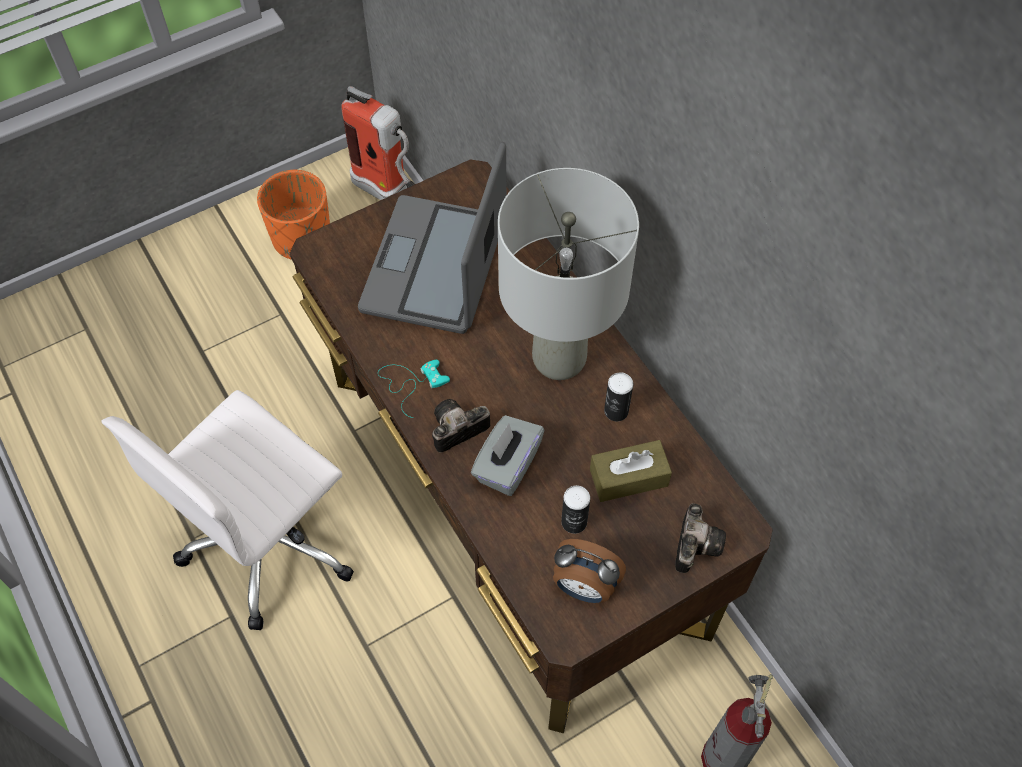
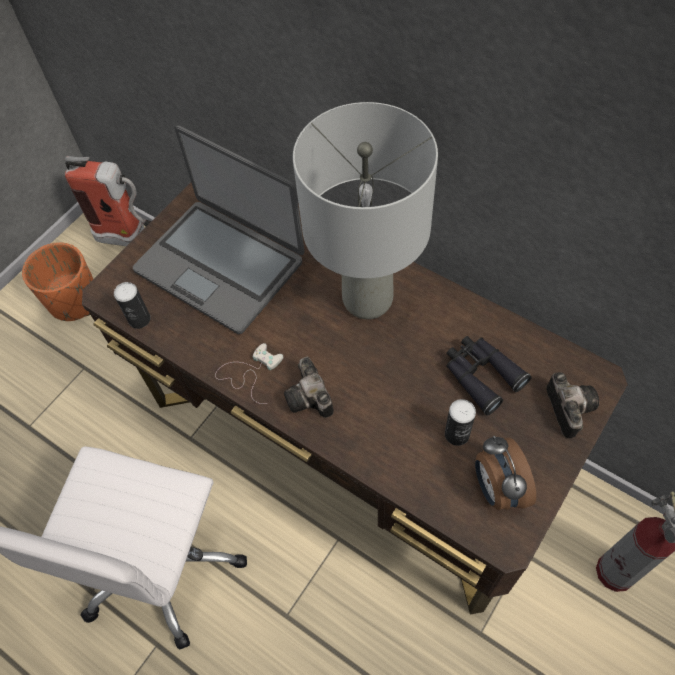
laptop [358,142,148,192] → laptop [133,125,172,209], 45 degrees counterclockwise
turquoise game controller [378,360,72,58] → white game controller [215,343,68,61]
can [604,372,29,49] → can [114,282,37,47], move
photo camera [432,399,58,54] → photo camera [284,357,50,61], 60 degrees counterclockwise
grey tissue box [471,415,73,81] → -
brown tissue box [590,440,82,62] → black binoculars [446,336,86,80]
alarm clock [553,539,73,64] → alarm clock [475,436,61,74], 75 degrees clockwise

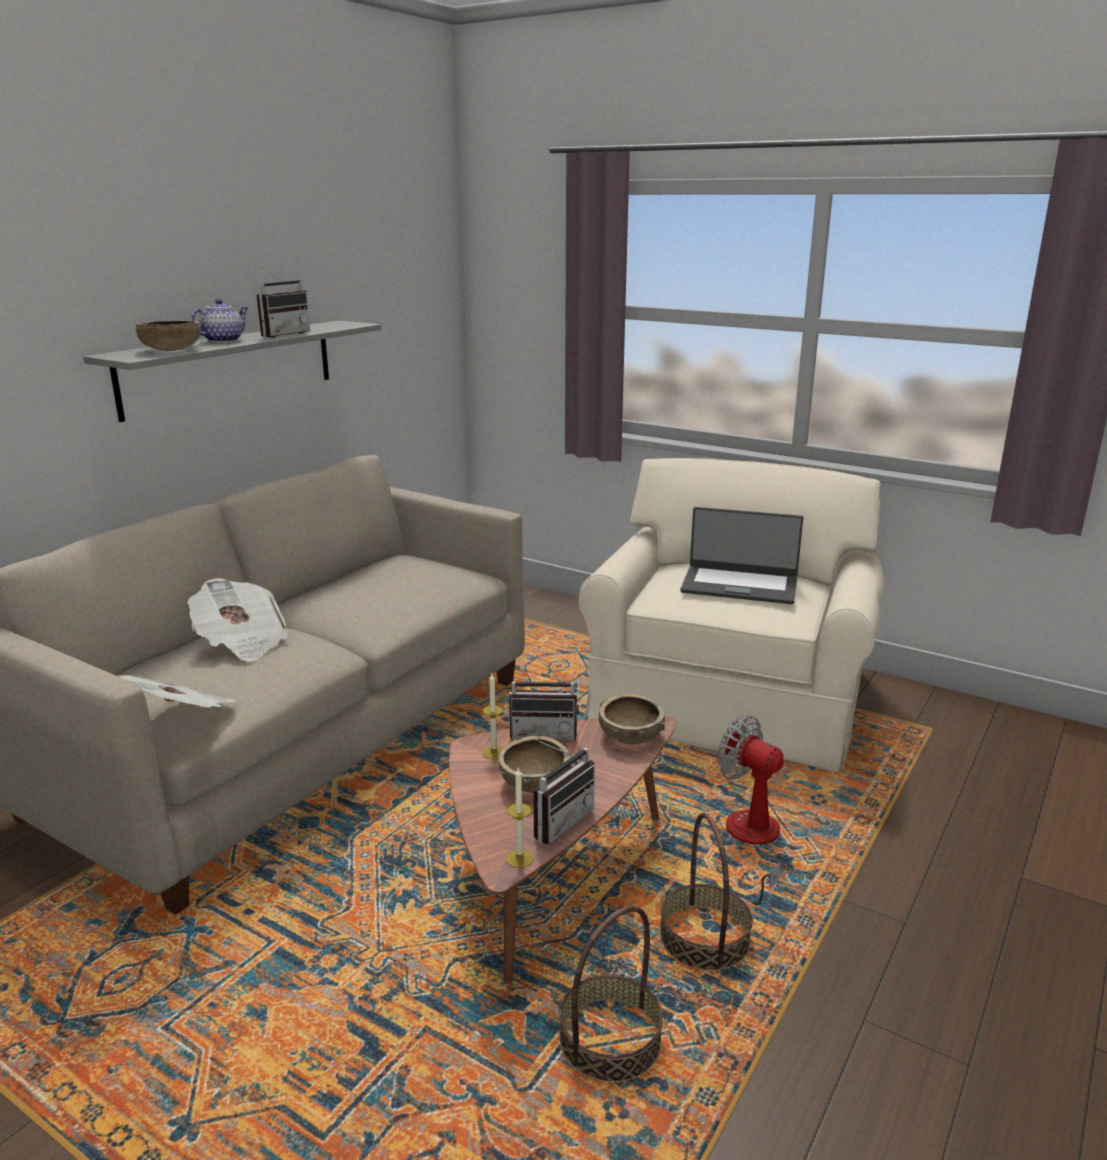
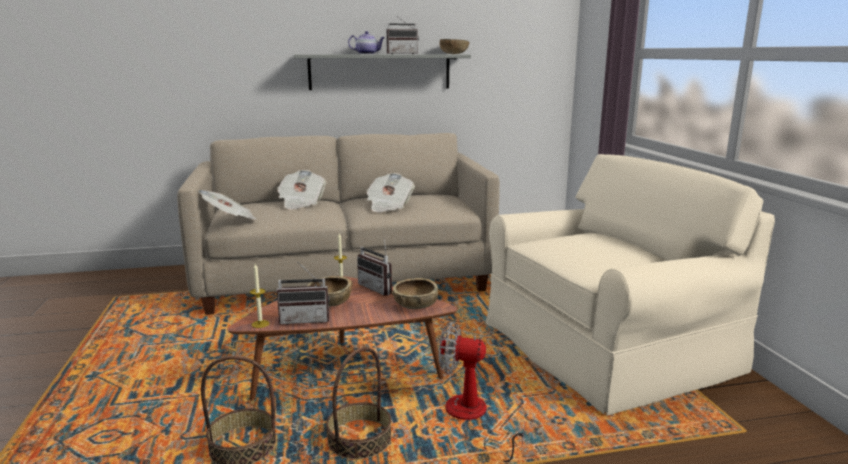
brown bowl [136,321,65,30] → brown bowl [439,39,31,15], move
laptop [680,507,123,97] → -
fan [717,715,72,190] → fan [439,321,86,141], 75 degrees counterclockwise
- → newspaper [366,173,49,39]

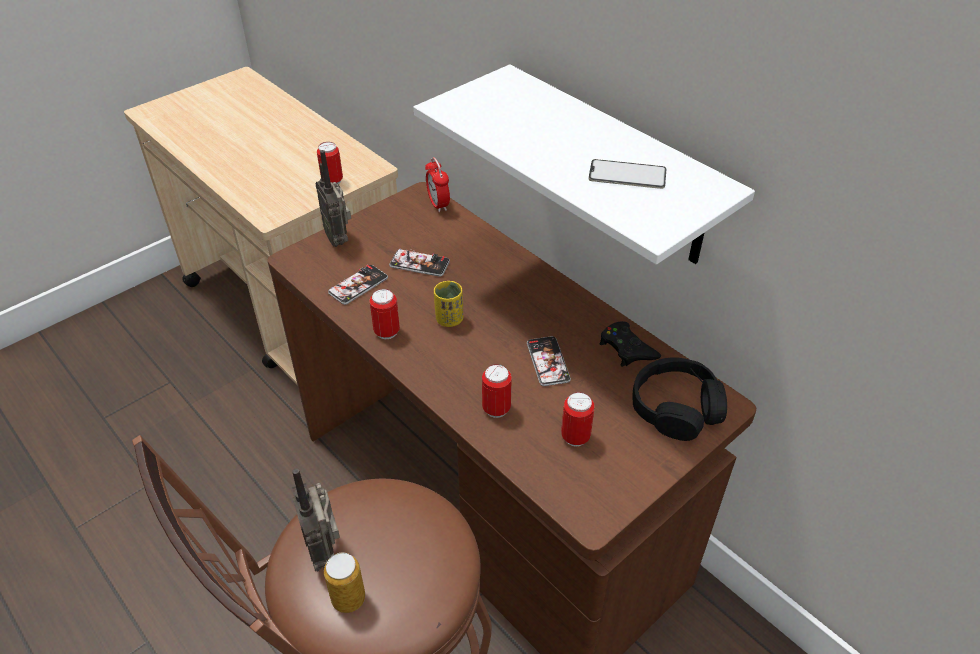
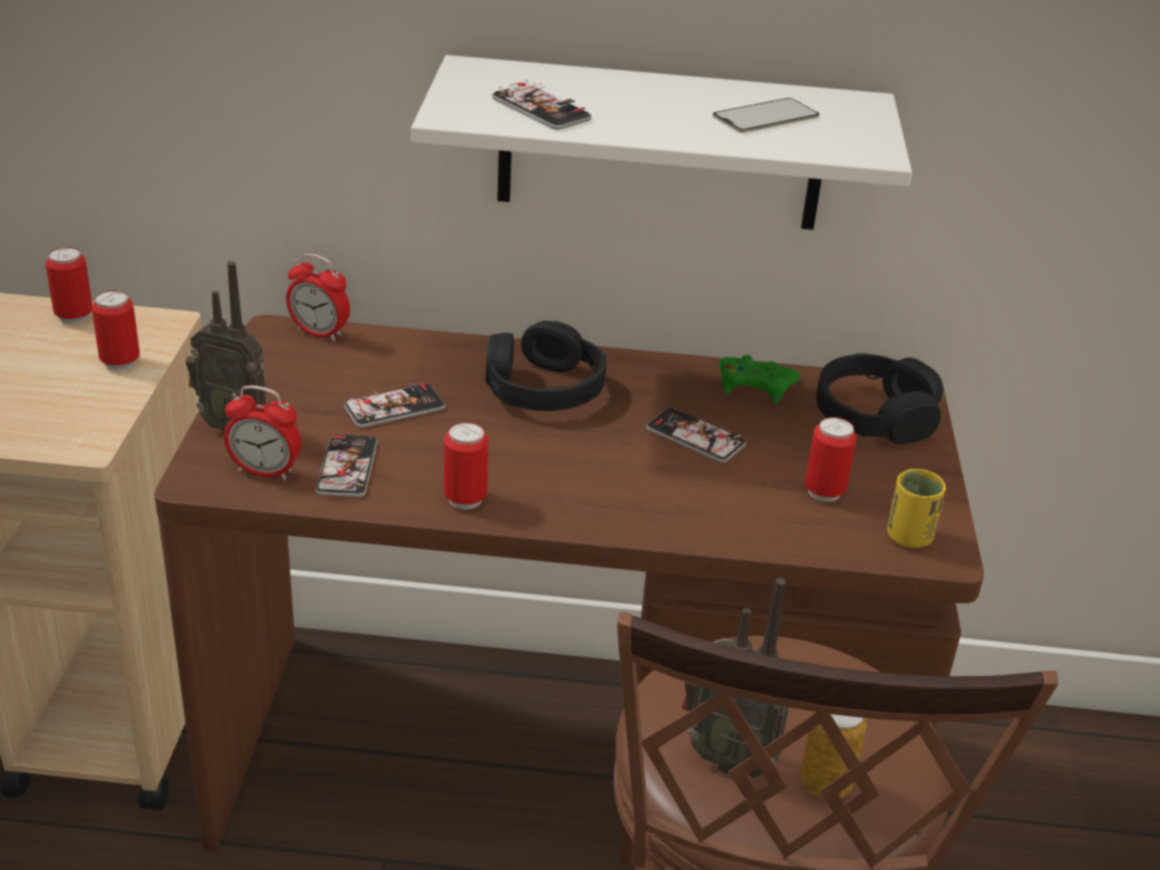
yellow cup [434,281,29,46] → yellow cup [887,469,59,79], move
black game controller [600,321,61,46] → green game controller [719,355,82,49]
can [482,364,30,54] → can [45,247,47,77], move
- → phone [492,80,100,50]
- → black headphones [486,321,120,90]
- → alarm clock [224,385,77,95]

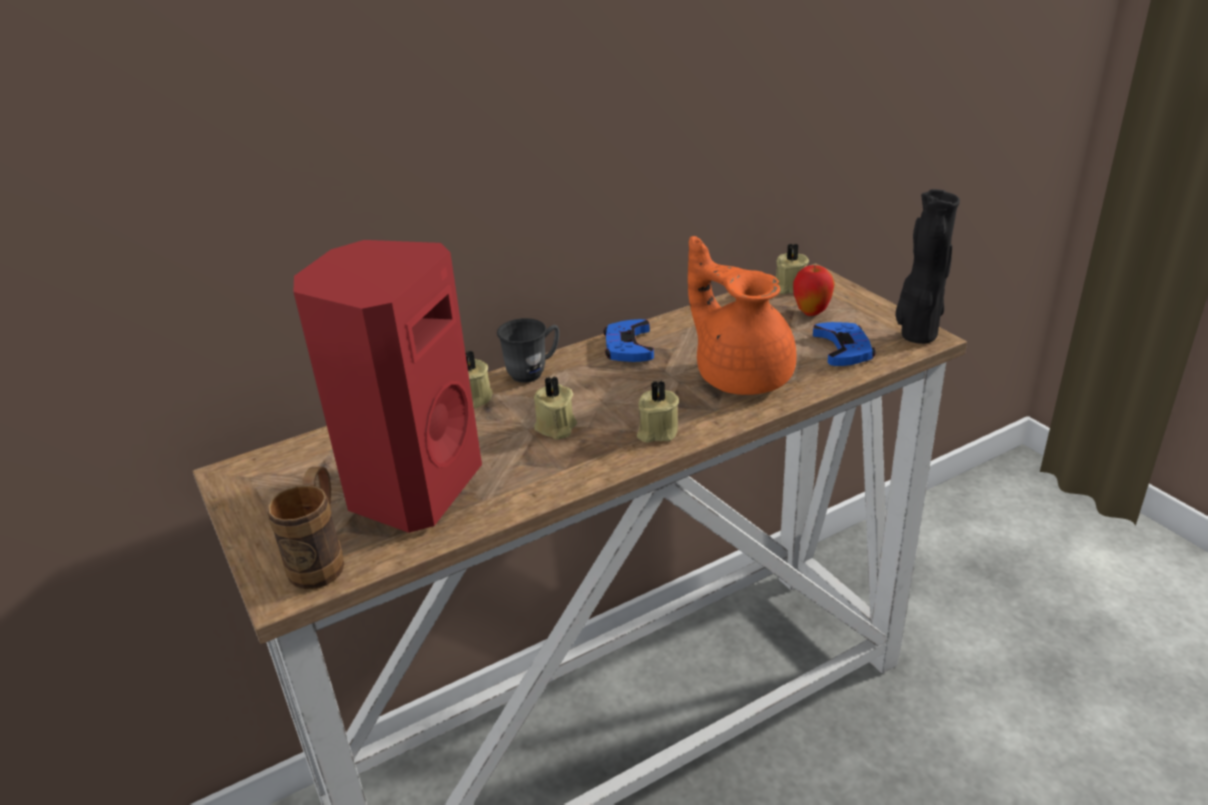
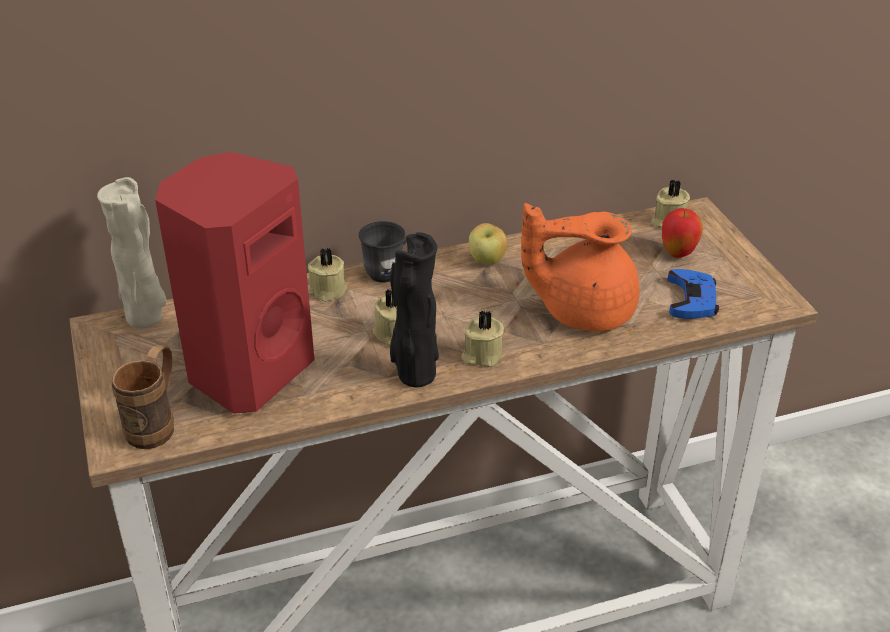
black vase [895,189,65,155] → black vase [390,232,49,155], move
orange teapot [688,236,108,159] → orange teapot [521,203,119,128], 60 degrees counterclockwise
blue game controller [603,319,51,43] → apple [469,223,38,42]
- → beige vase [97,177,70,151]

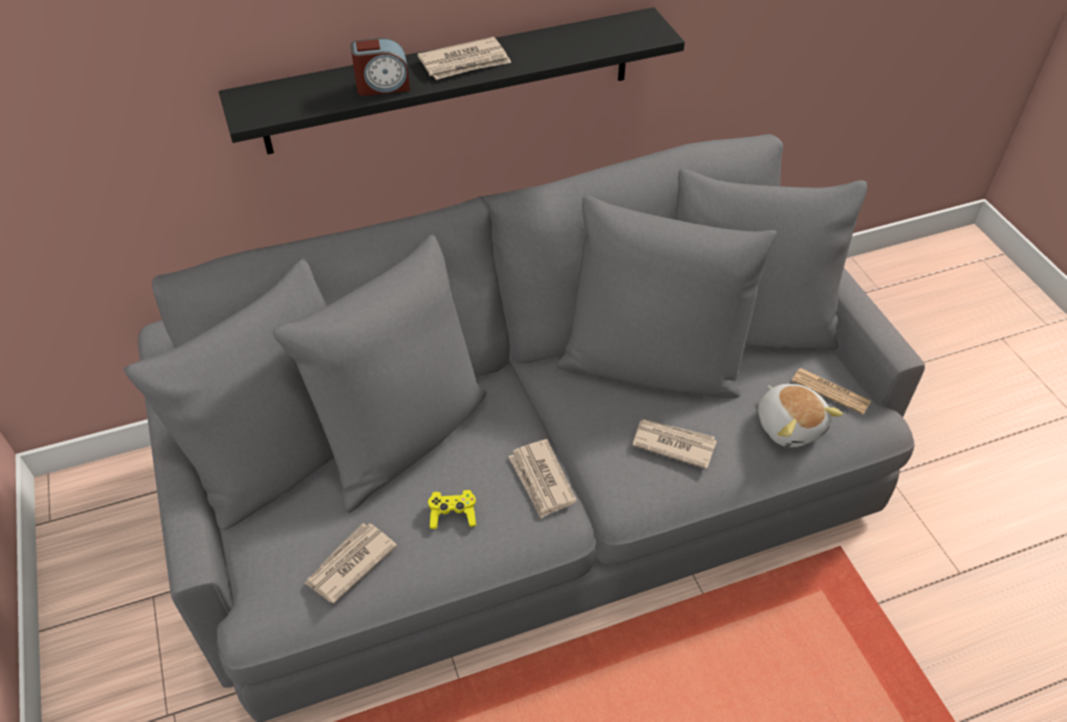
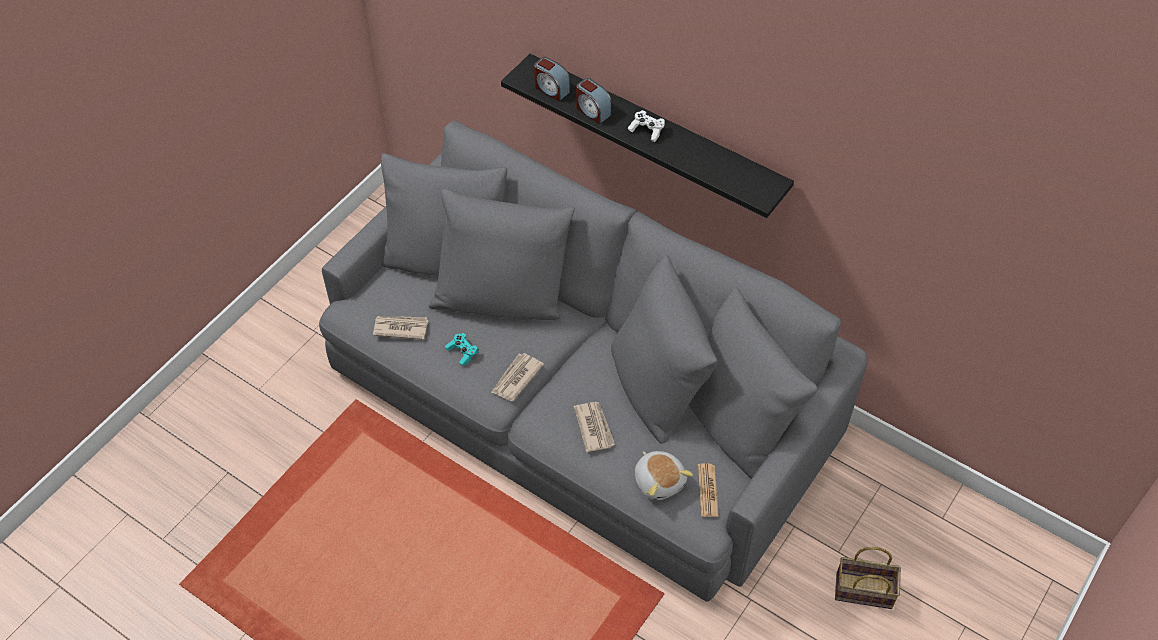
newspaper [417,37,94,43] → white game controller [628,110,37,32]
plush toy [758,384,85,63] → plush toy [635,451,58,49], 60 degrees counterclockwise
yellow game controller [428,490,49,39] → turquoise game controller [445,333,34,33]
- → alarm clock [534,57,37,44]
- → basket [835,547,66,62]

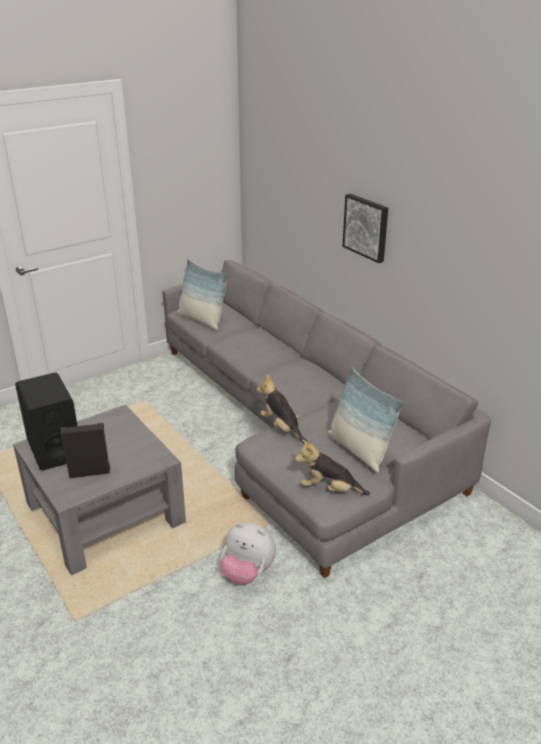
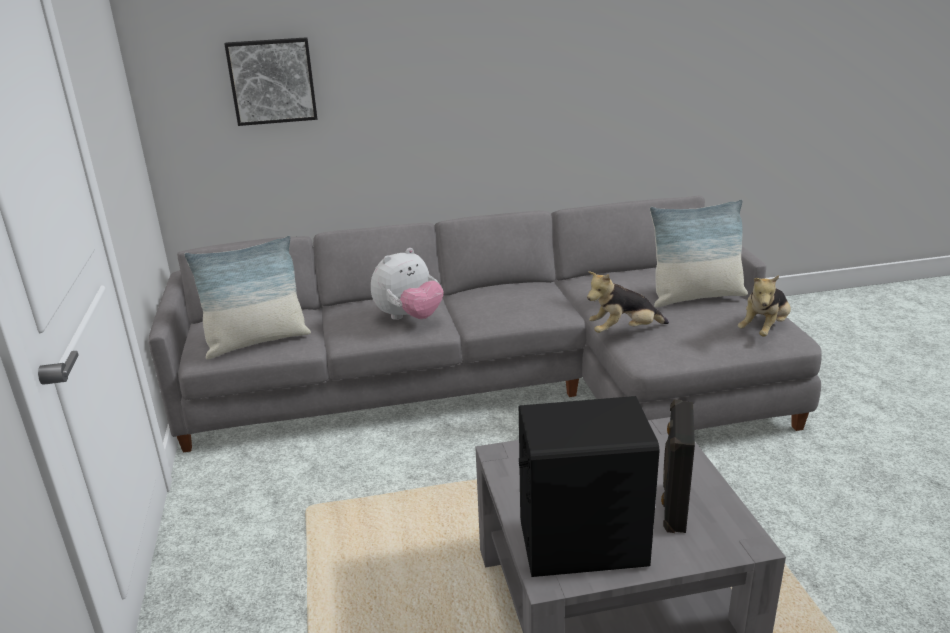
picture [342,194,46,69] → picture [224,37,94,89], move
plush toy [220,523,56,62] → plush toy [371,248,73,72], move

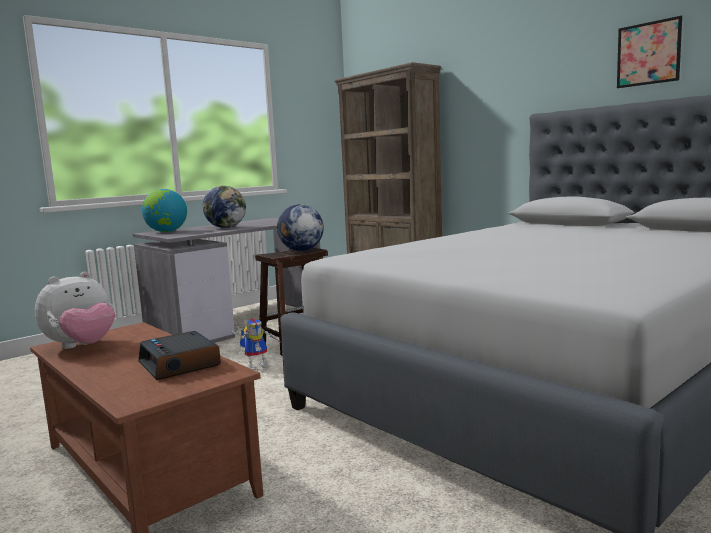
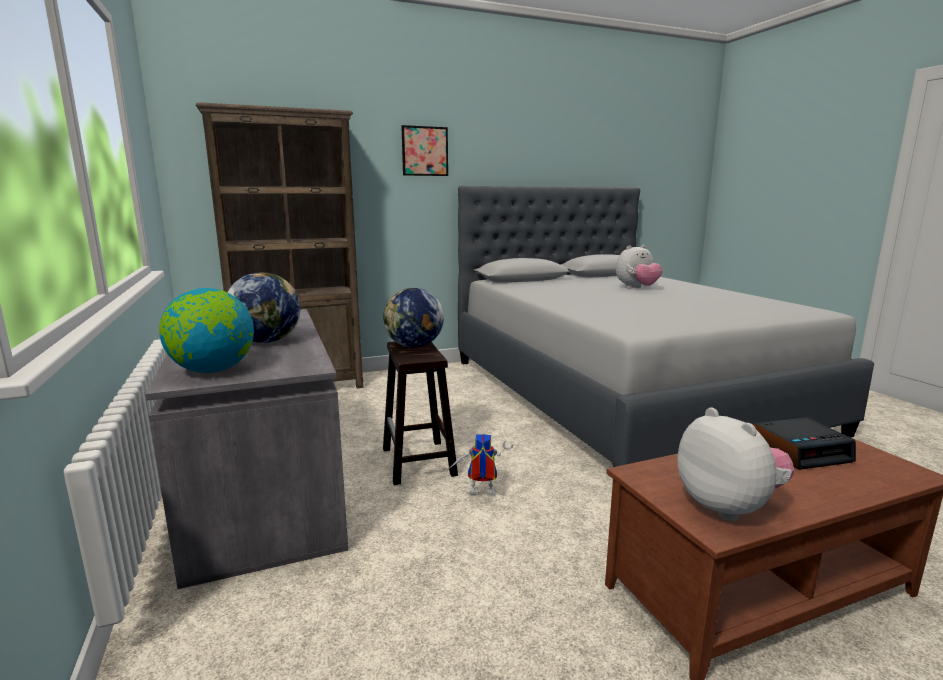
picture [617,16,65,72] → picture [401,125,47,51], move
toy robot [231,318,49,52] → toy robot [450,434,63,62], 75 degrees counterclockwise
- → plush toy [616,245,46,43]

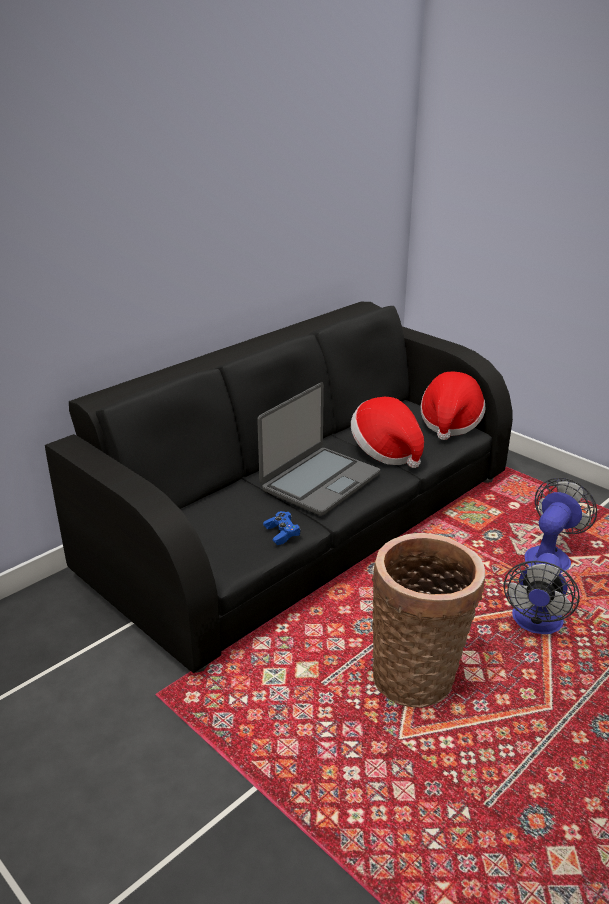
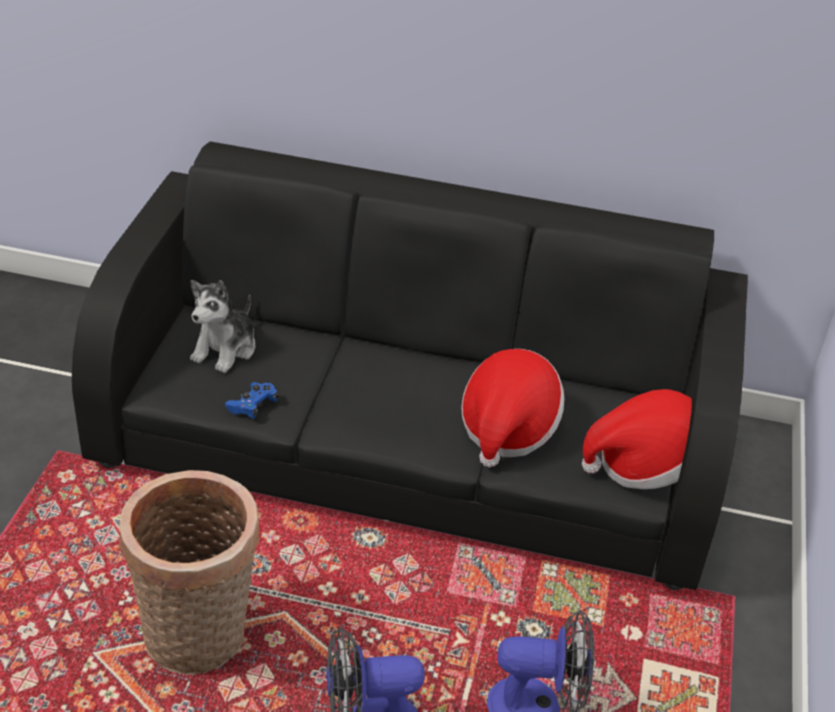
laptop [257,383,123,133] → -
- → plush toy [190,280,66,93]

